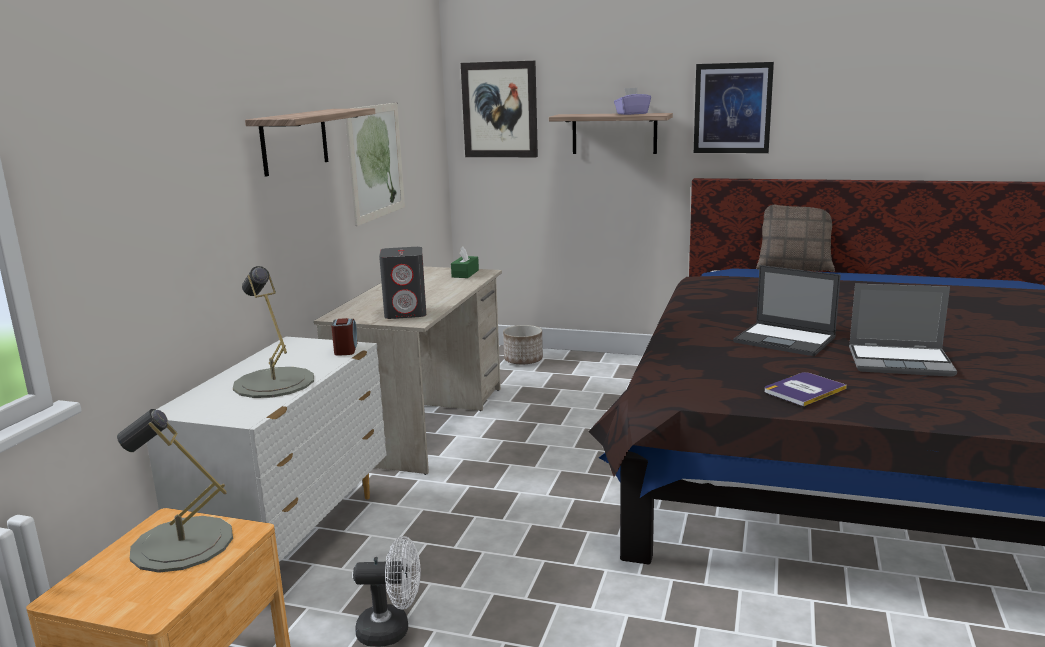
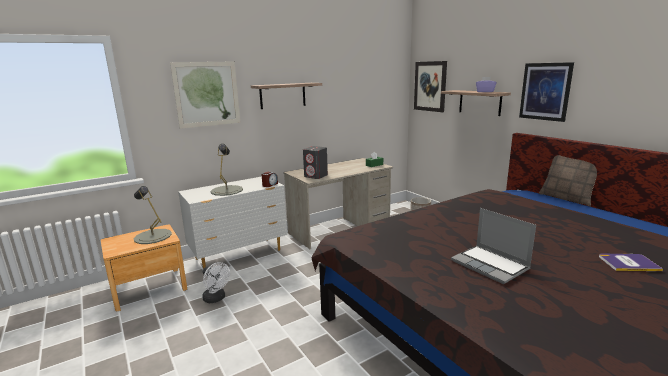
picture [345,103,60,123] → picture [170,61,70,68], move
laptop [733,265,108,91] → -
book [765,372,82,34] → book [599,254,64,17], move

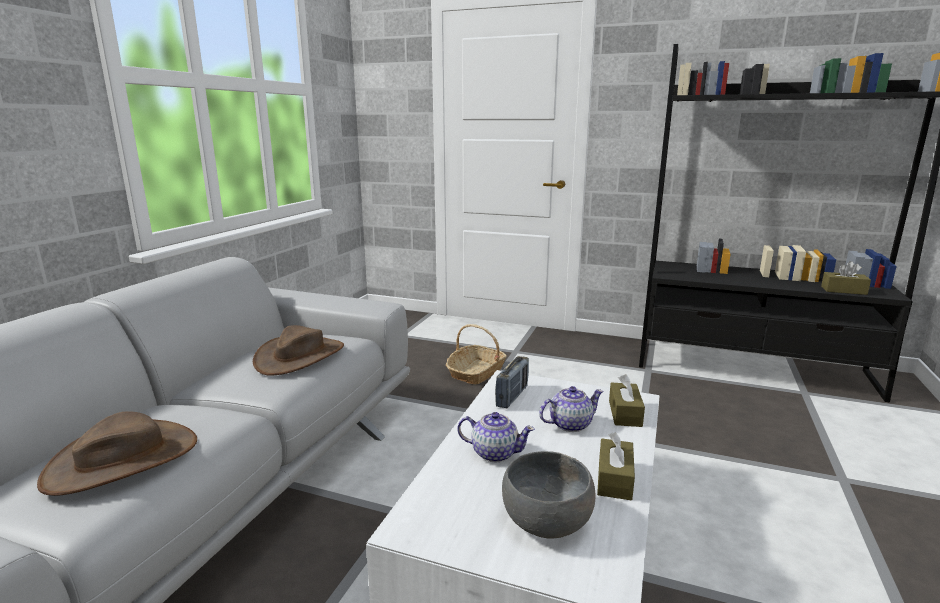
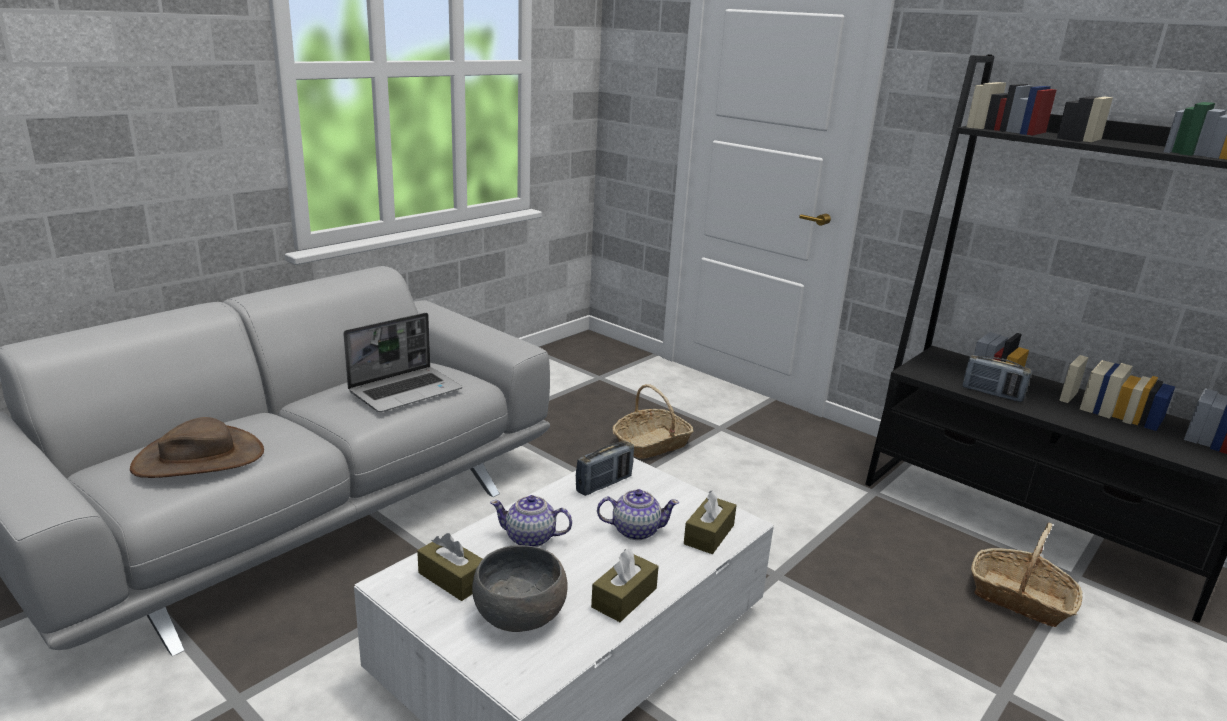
brown tissue box [821,261,50,34] → brown tissue box [417,533,65,68], move
brown hat [253,325,91,51] → laptop [343,313,119,99]
teapot [457,412,78,50] → teapot [490,495,82,52], 150 degrees clockwise
- → radio [962,355,70,47]
- → basket [971,523,111,104]

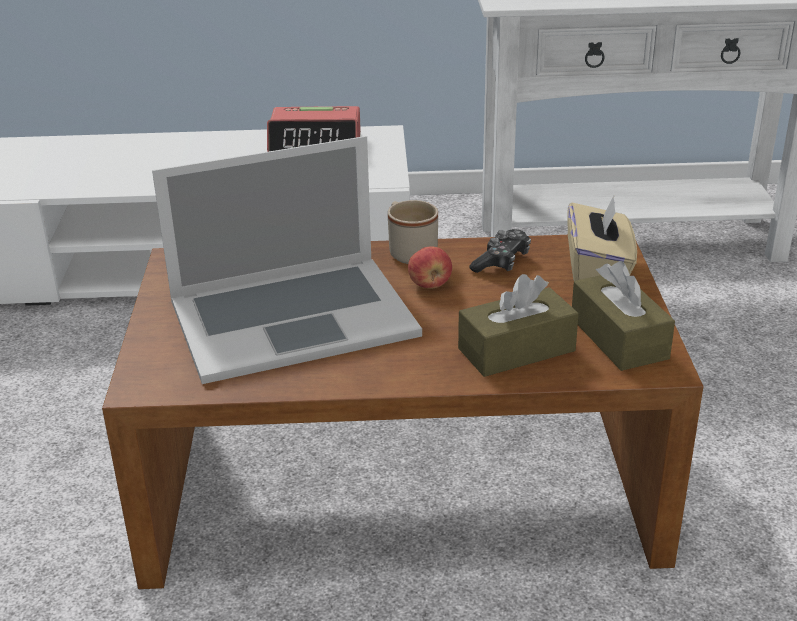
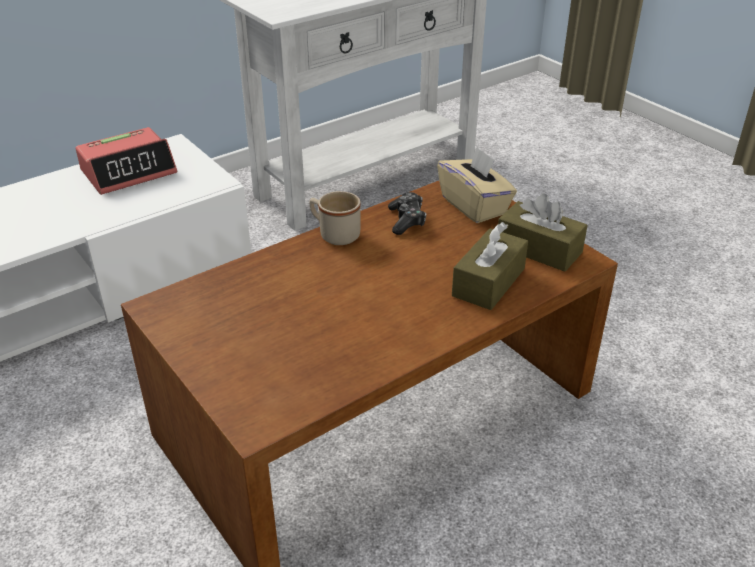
laptop [152,136,270,248] → -
apple [408,246,44,43] → -

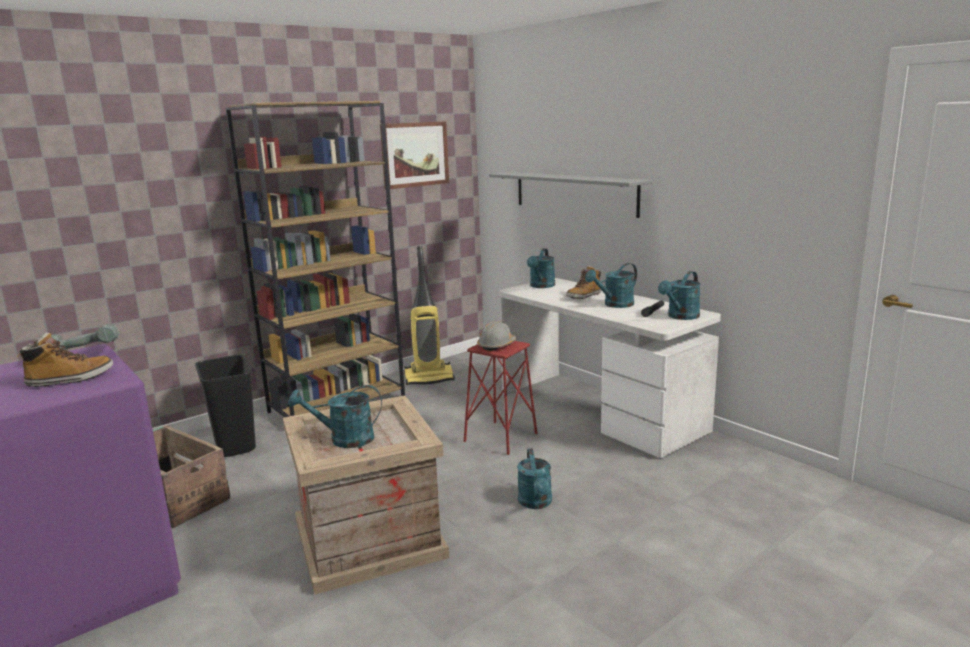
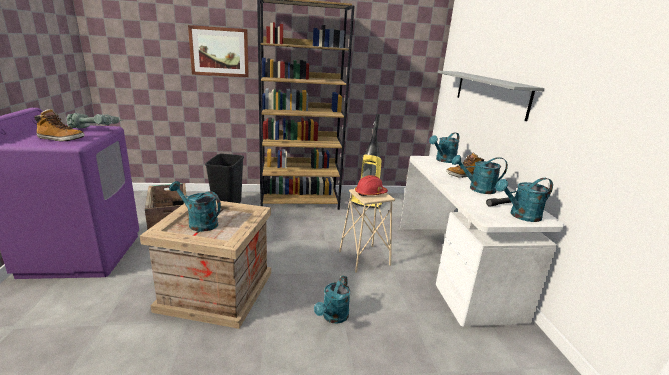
picture [380,121,69,68] → picture [188,25,61,52], move
grey hard hat [477,321,40,30] → red hard hat [355,175,33,21]
red stool [464,341,73,114] → beige stool [339,189,56,84]

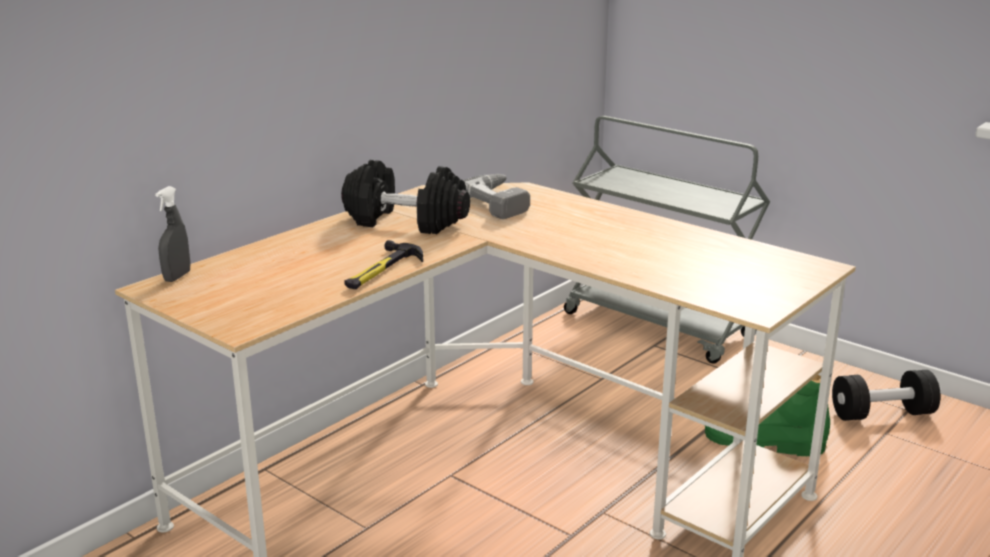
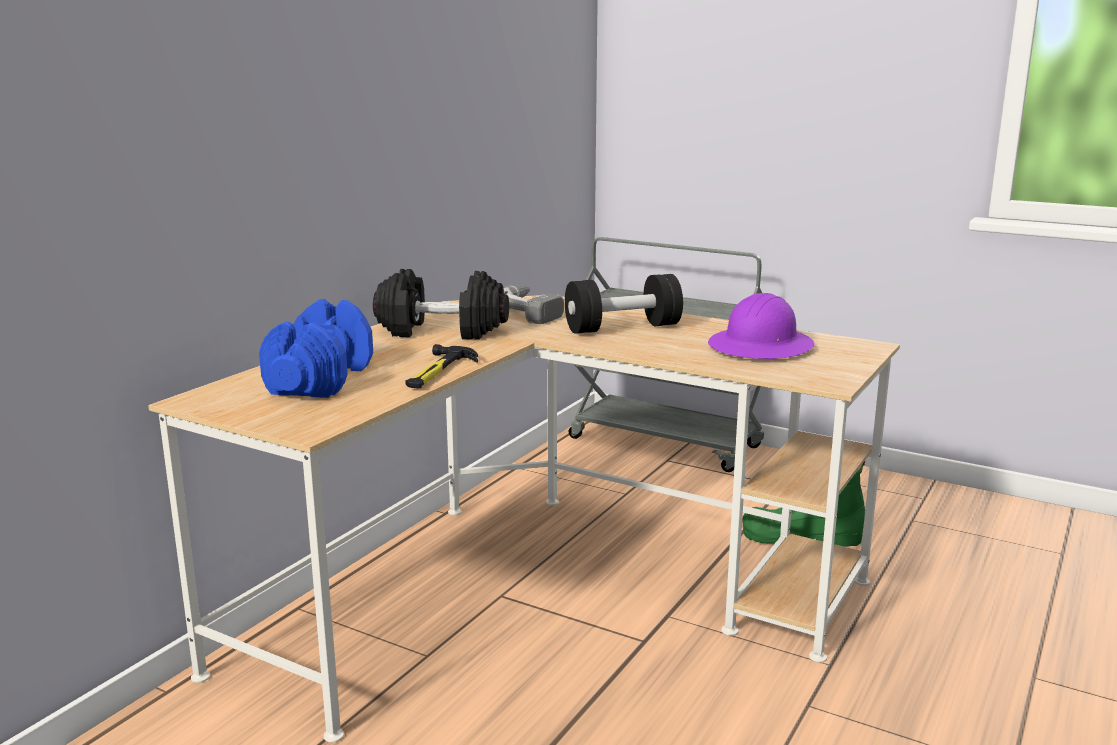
grey spray bottle [155,186,35,96] → -
black dumbbell [832,370,109,51] → black dumbbell [565,274,118,60], move
- → purple hard hat [708,293,107,66]
- → blue dumbbell [259,299,114,99]

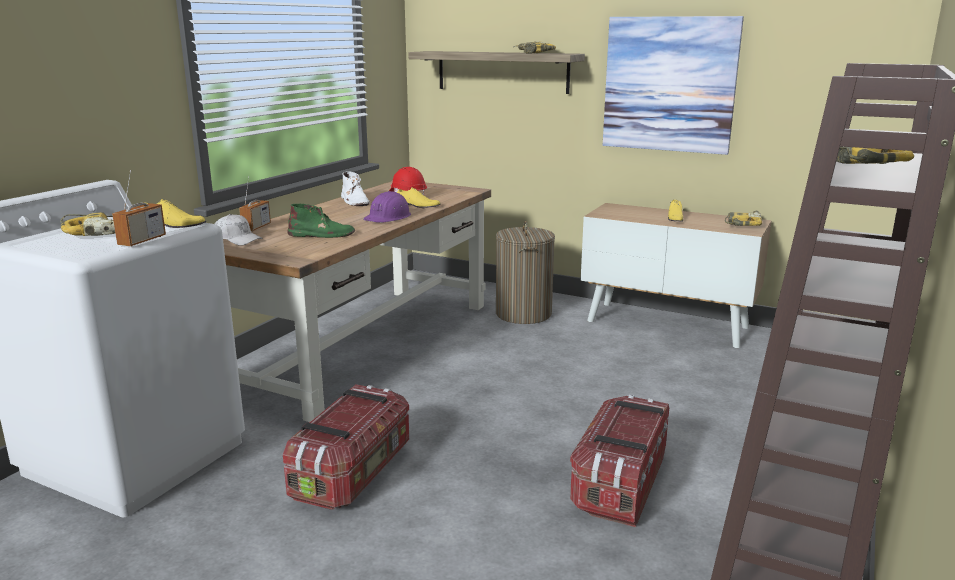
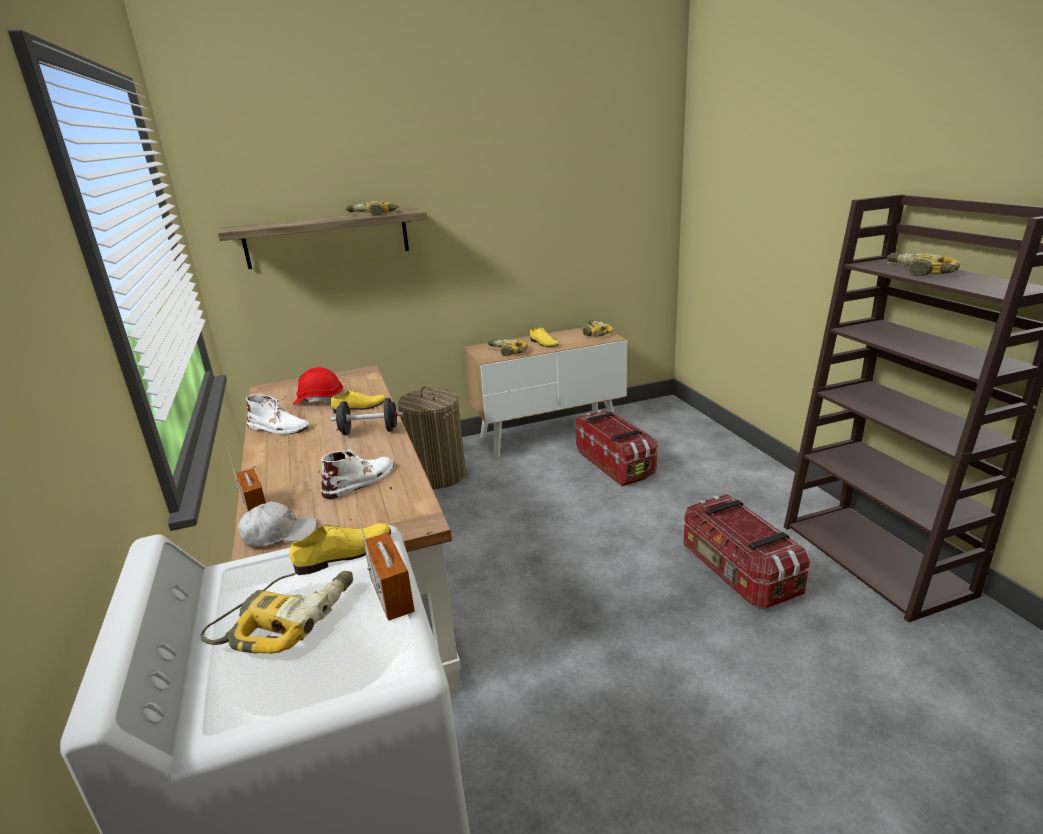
picture [603,16,141,139] → -
purple hard hat [363,191,48,32] → black dumbbell [330,398,73,37]
green boot [288,203,67,35] → white boot [321,449,73,50]
storage box [283,384,126,126] → storage box [575,410,83,76], move
- → power drill [488,339,40,17]

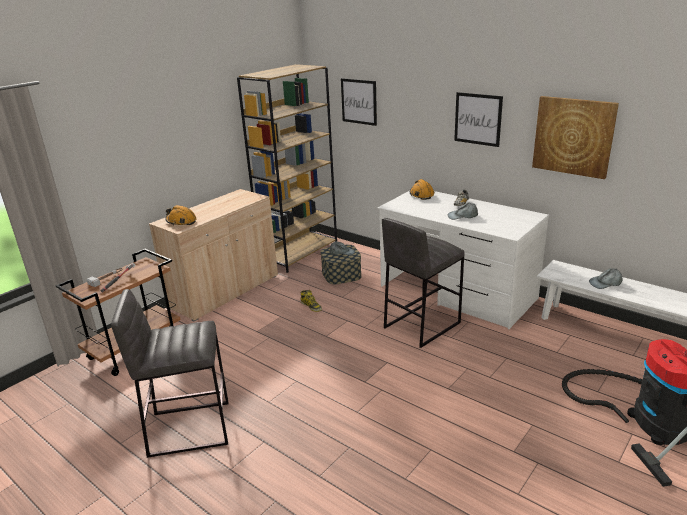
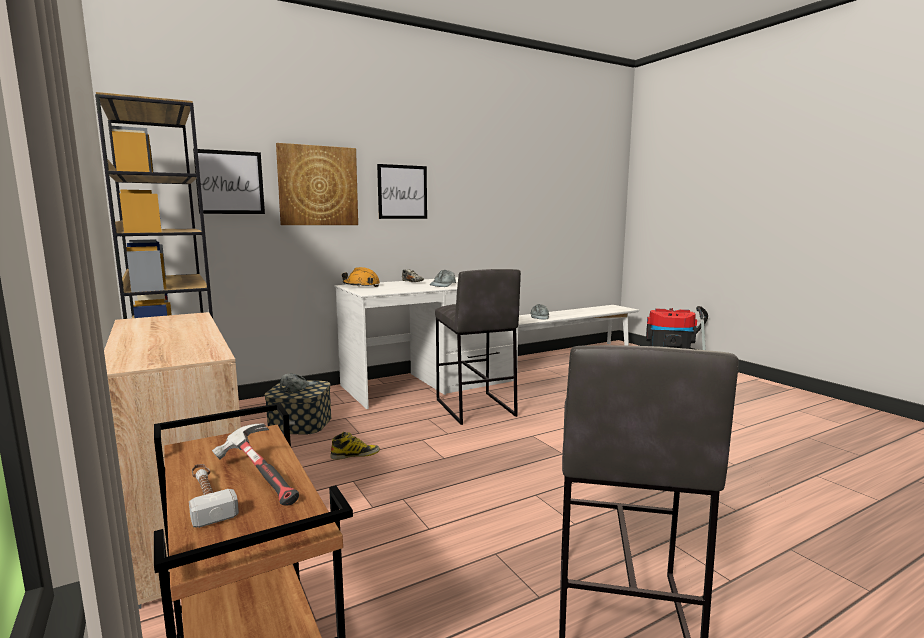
picture [532,96,87,83] → picture [276,143,82,82], move
orange hard hat [165,205,32,21] → -

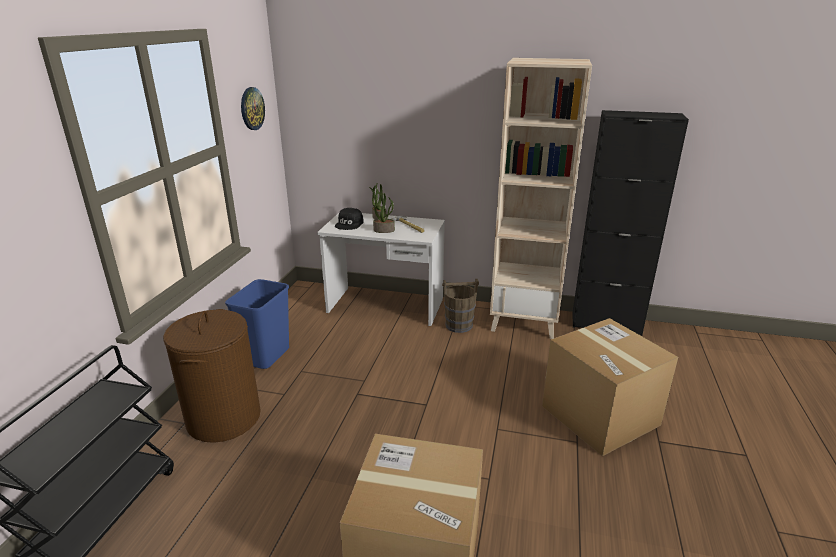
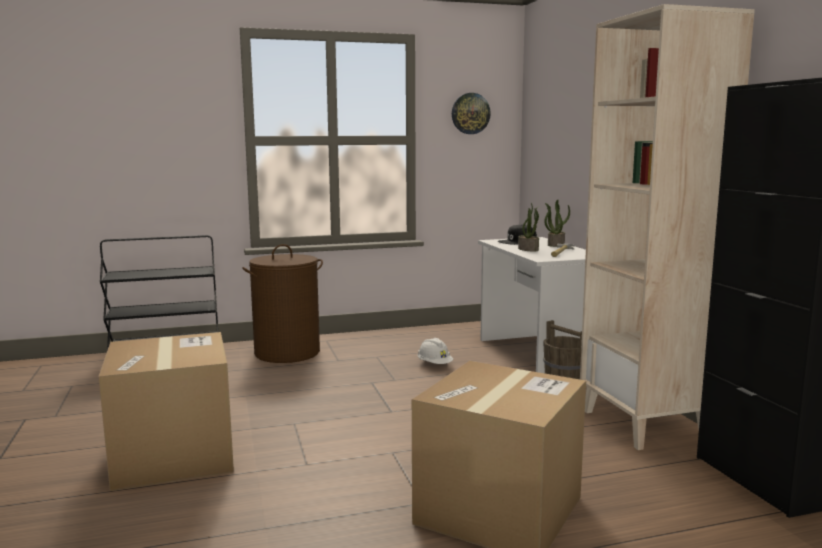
blue trash can [225,279,64,90] → -
- → white hard hat [418,338,35,26]

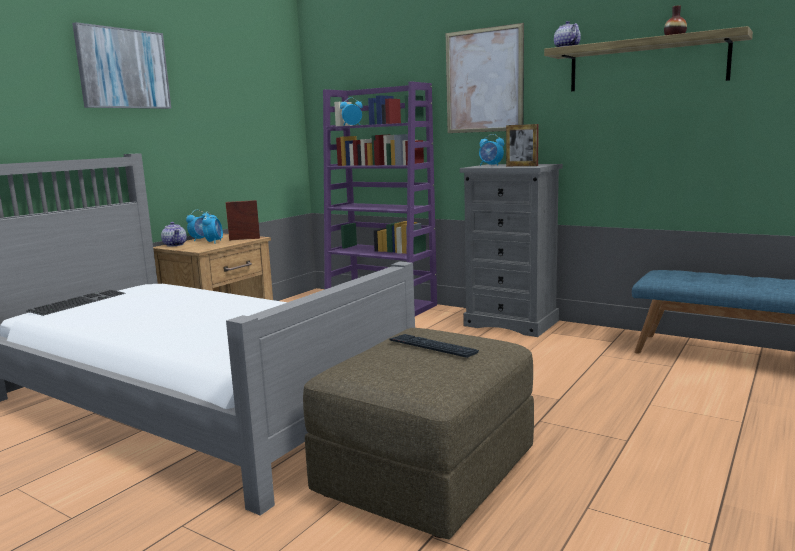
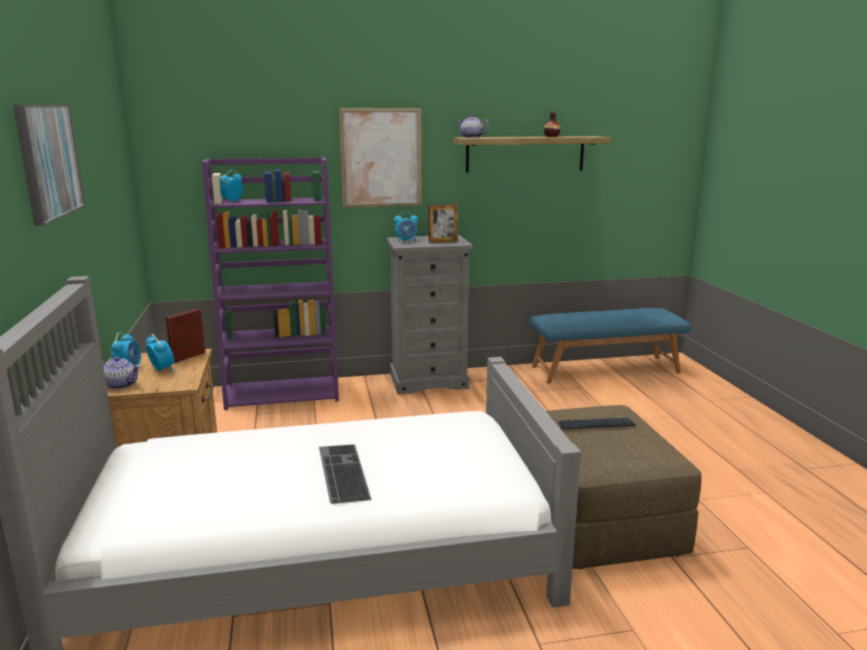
keyboard [25,289,101,27] → keyboard [319,444,52,60], move

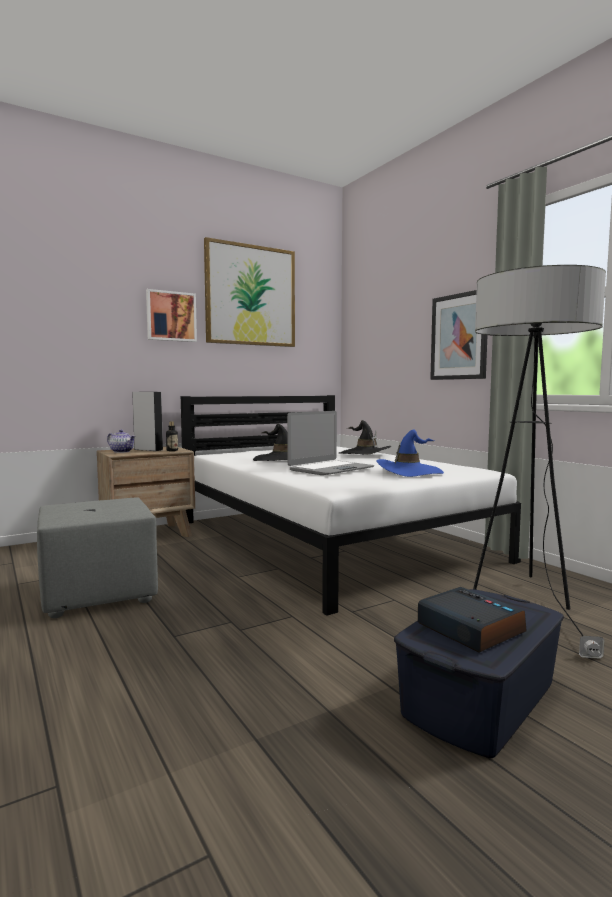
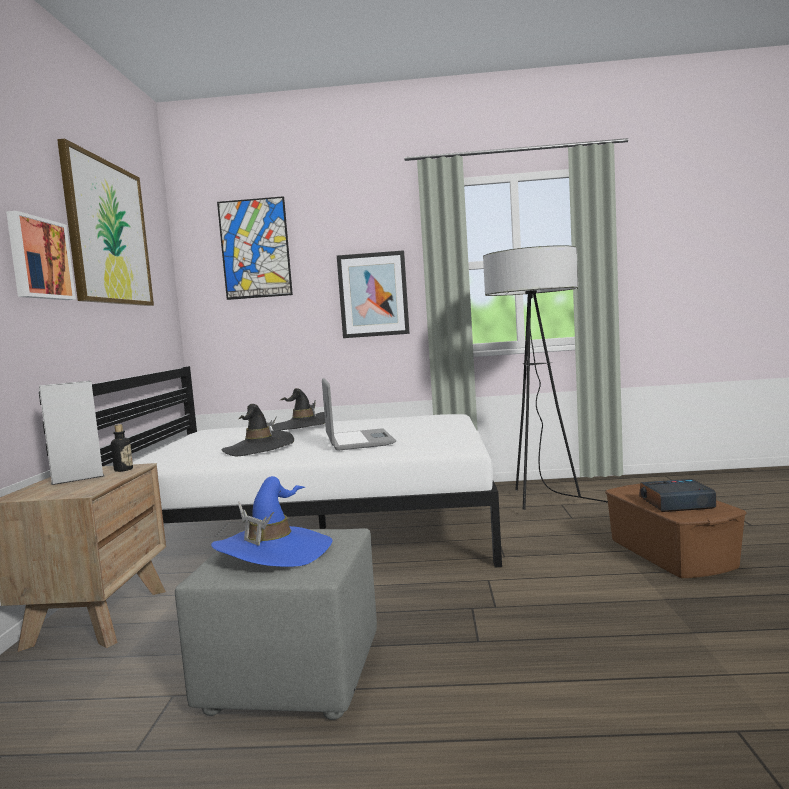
blue hat [376,429,68,48] → blue hat [211,476,121,91], move
teapot [107,430,29,23] → -
blue storage box [394,589,170,169] → brown storage box [605,484,142,94]
- → picture [217,196,76,104]

